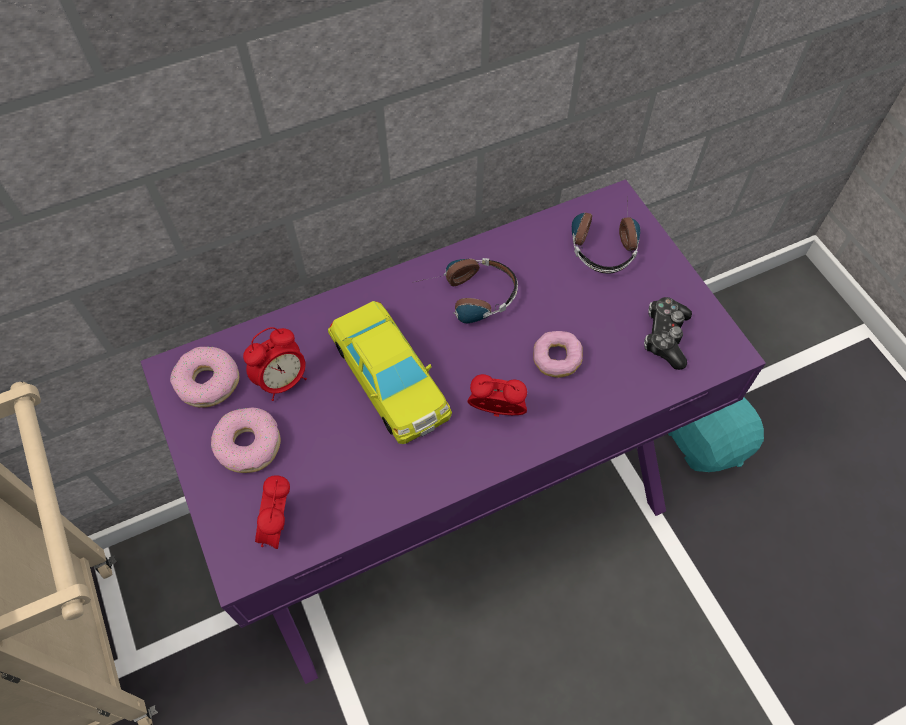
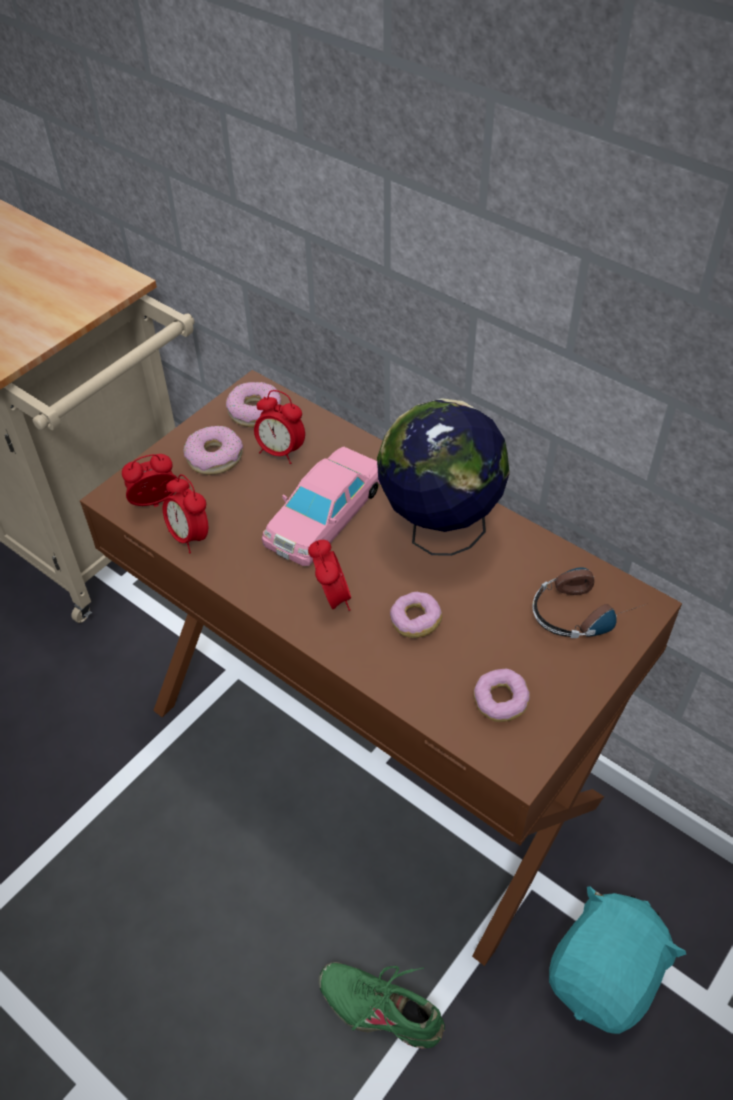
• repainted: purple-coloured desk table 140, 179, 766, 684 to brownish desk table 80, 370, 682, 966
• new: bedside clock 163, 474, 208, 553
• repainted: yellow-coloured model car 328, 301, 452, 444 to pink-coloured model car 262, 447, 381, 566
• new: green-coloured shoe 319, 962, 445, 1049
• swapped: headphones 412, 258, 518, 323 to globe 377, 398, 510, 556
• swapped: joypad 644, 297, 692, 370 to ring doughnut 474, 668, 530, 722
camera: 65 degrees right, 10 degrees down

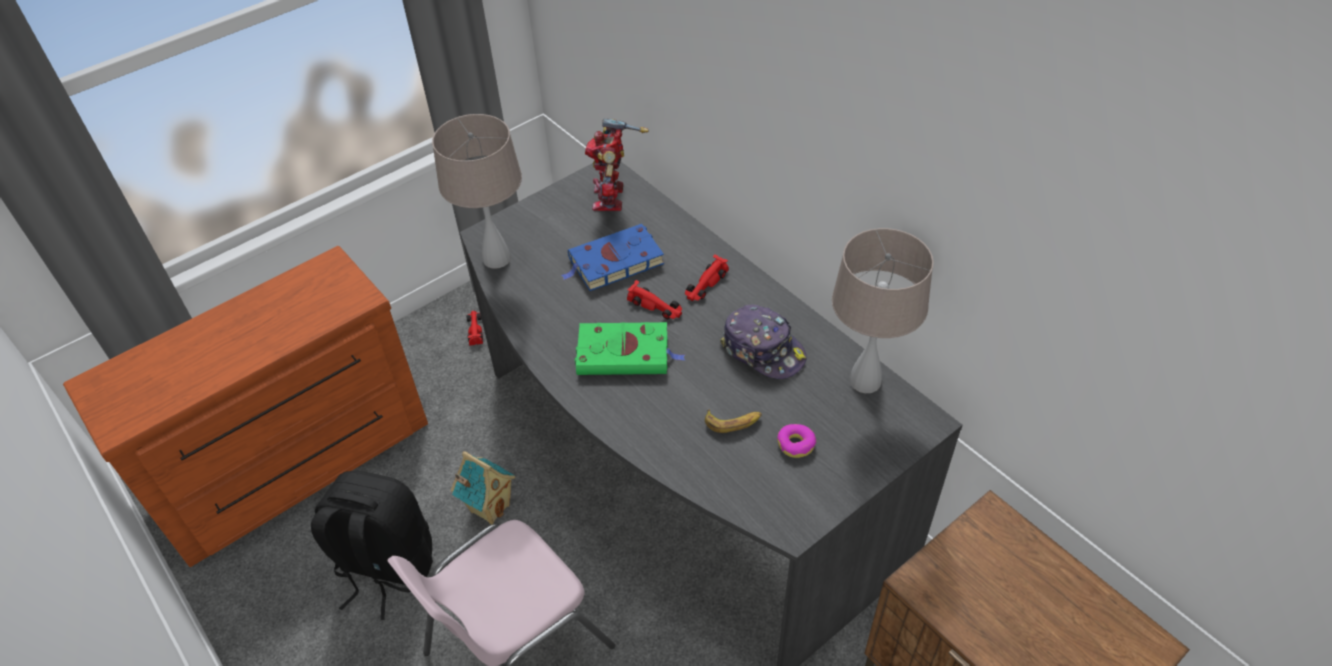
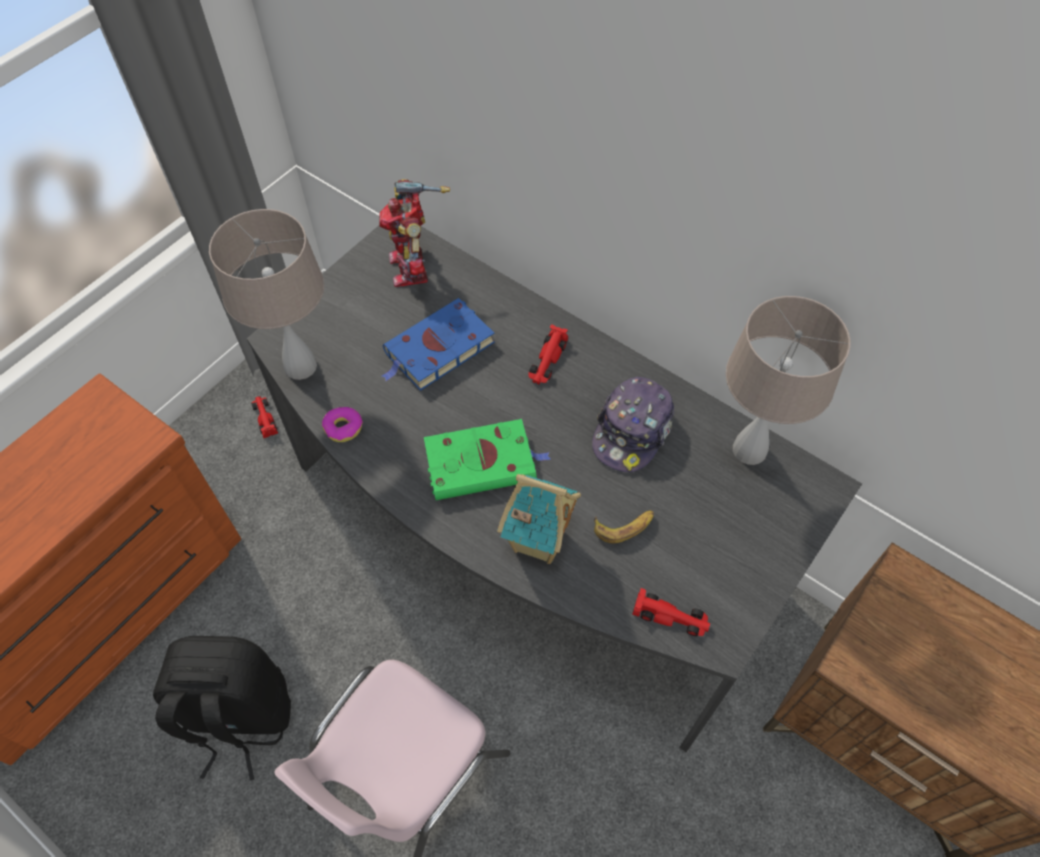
• shifted: ring doughnut 777, 424, 816, 458 to 322, 407, 363, 442
• shifted: toy house 451, 451, 515, 525 to 497, 474, 581, 564
• rotated: peaked cap 720, 304, 807, 379 = 592, 377, 674, 472 90 degrees clockwise
• shifted: red model car 627, 280, 682, 319 to 632, 588, 710, 636
camera: 15 degrees left, 10 degrees up

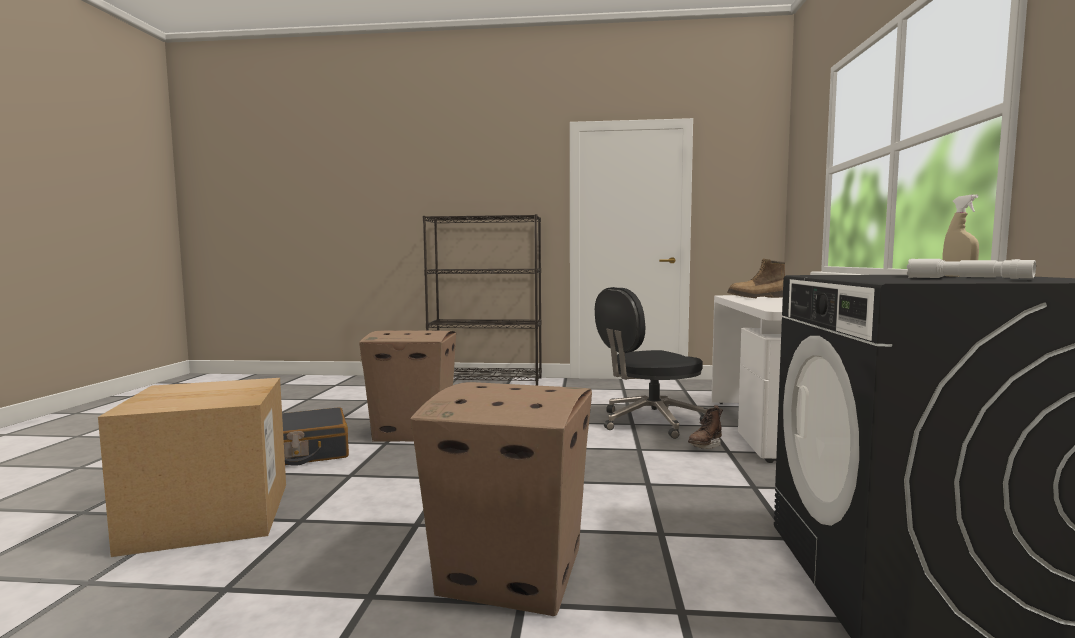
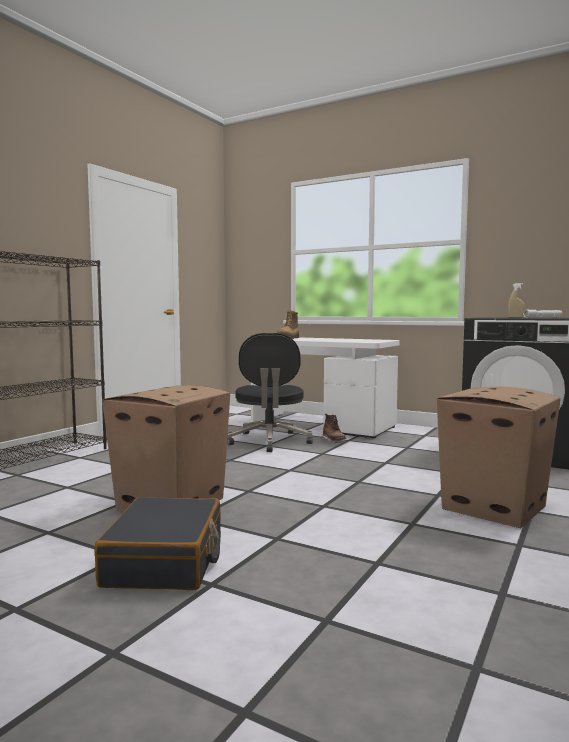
• gone: packing box 98, 378, 286, 557
camera: 65 degrees left, 0 degrees up

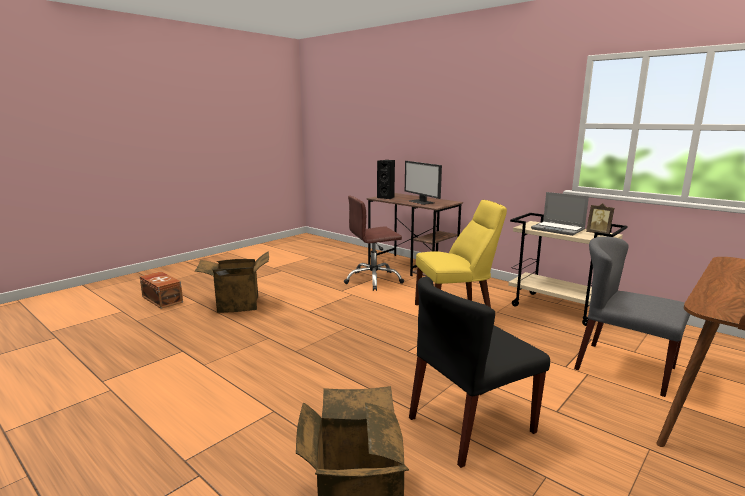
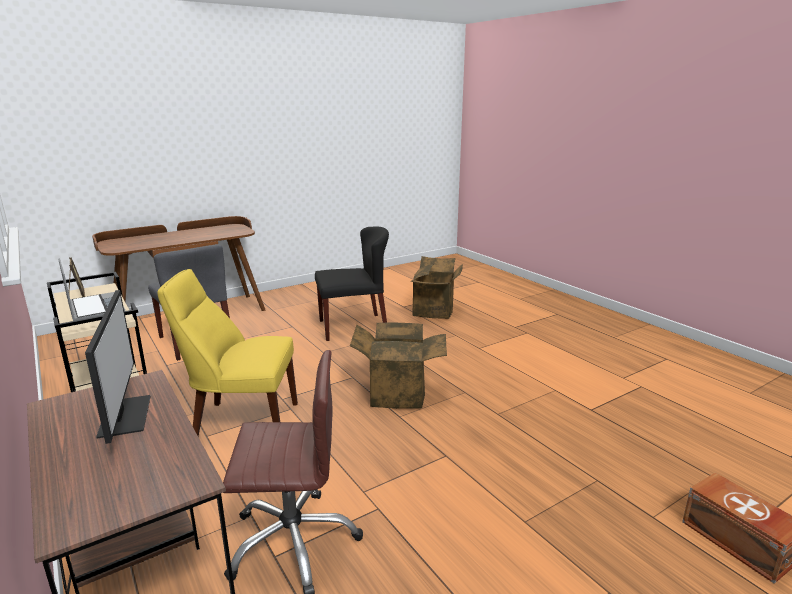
• shifted: packing box 194, 251, 269, 313 to 350, 323, 447, 409
• gone: black-coloured speaker 377, 160, 395, 199
camera: 165 degrees left, 5 degrees up

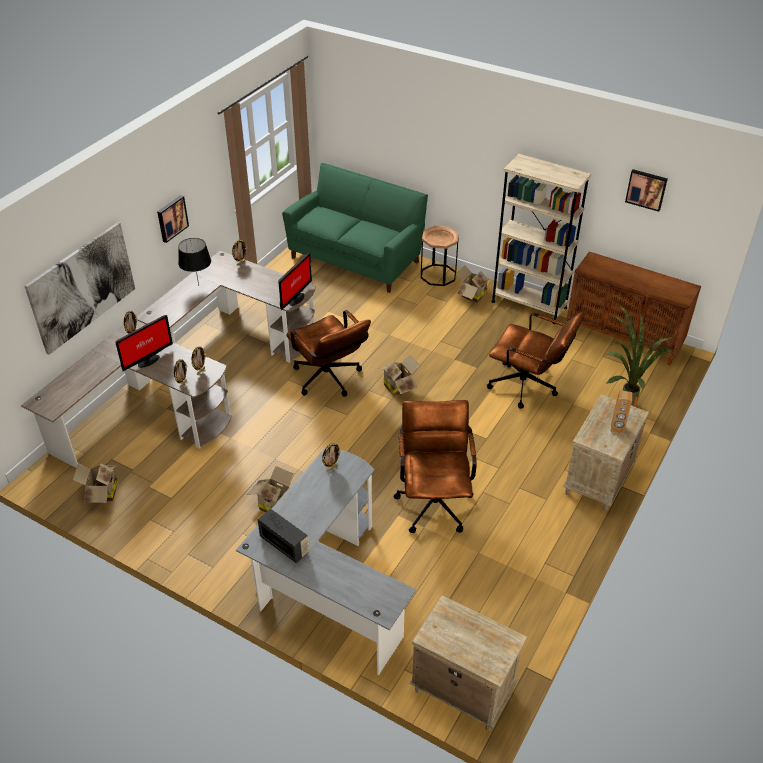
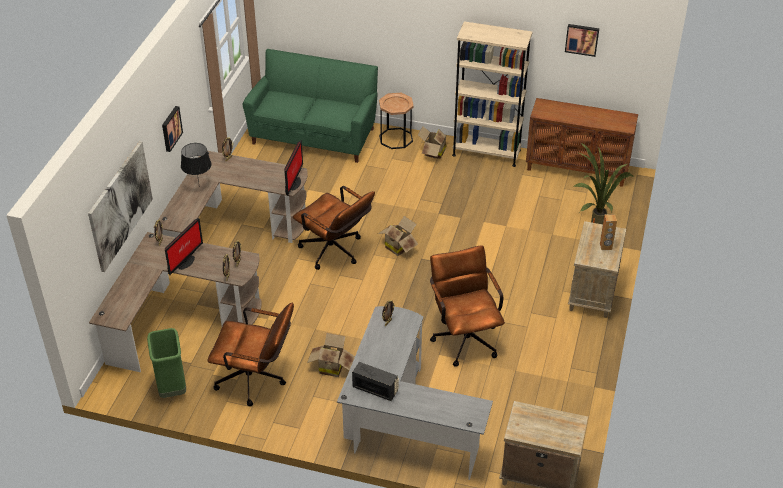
• swapped: packing box 73, 463, 118, 503 to green-coloured waste bin 147, 328, 186, 398
• shifted: brownish desk chair 487, 312, 584, 409 to 208, 303, 294, 406
camera: 15 degrees left, 0 degrees up

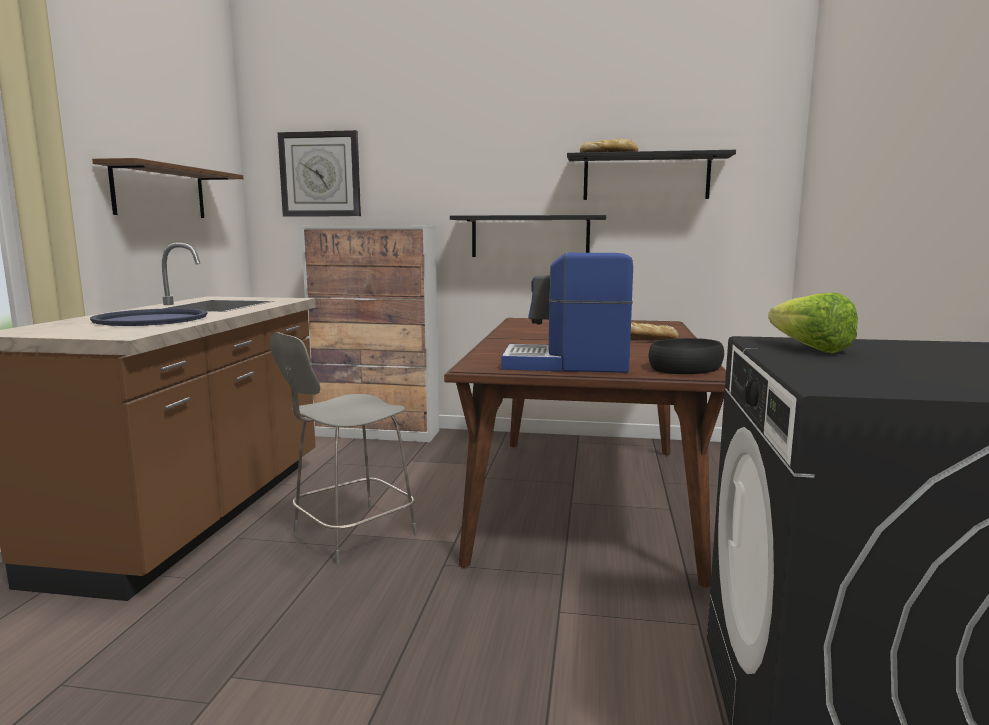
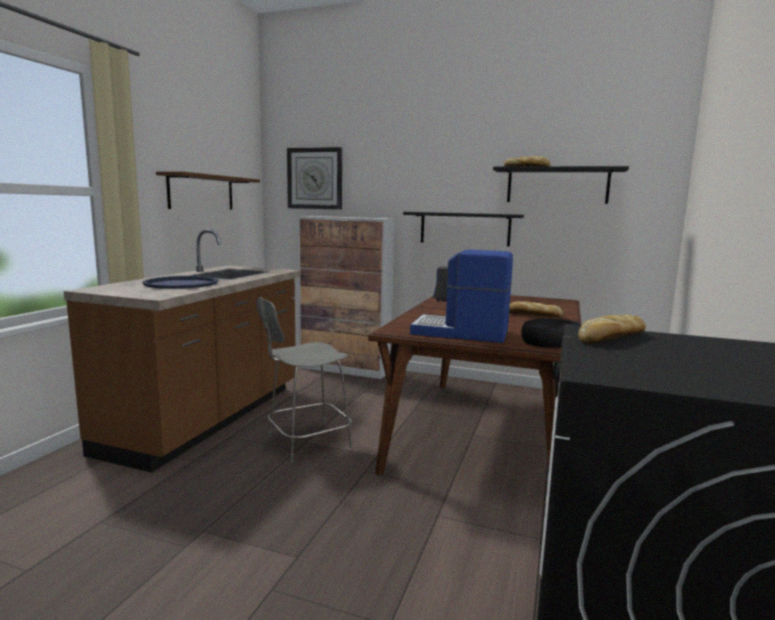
• swapped: head of lettuce 768, 293, 858, 353 to bread 578, 315, 646, 344
camera: 10 degrees right, 0 degrees up

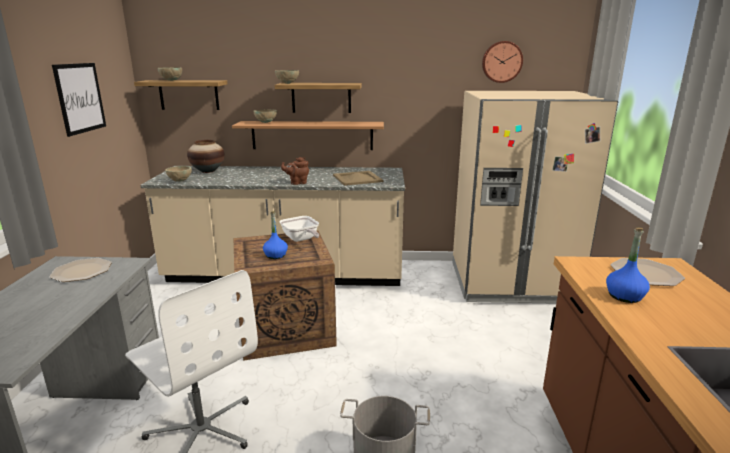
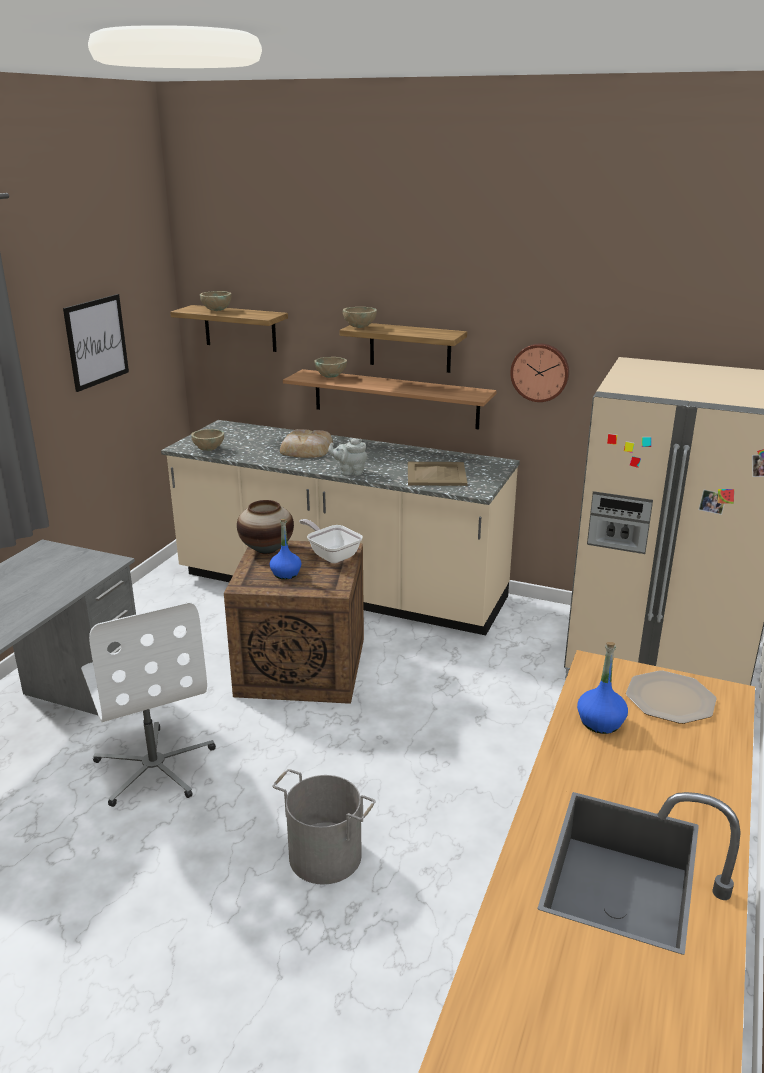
• shifted: flower vase 187, 140, 225, 173 to 237, 500, 294, 554
• new: bread 280, 429, 333, 458
• rotated: pan 279, 216, 319, 242 = 299, 519, 363, 563 150 degrees clockwise
• repainted: brownish tea pot 281, 157, 309, 185 to gray tea pot 328, 438, 367, 476
• shifted: wall clock 482, 41, 523, 83 to 510, 343, 569, 402
• gone: plate 49, 258, 112, 282
camera: 20 degrees right, 5 degrees up

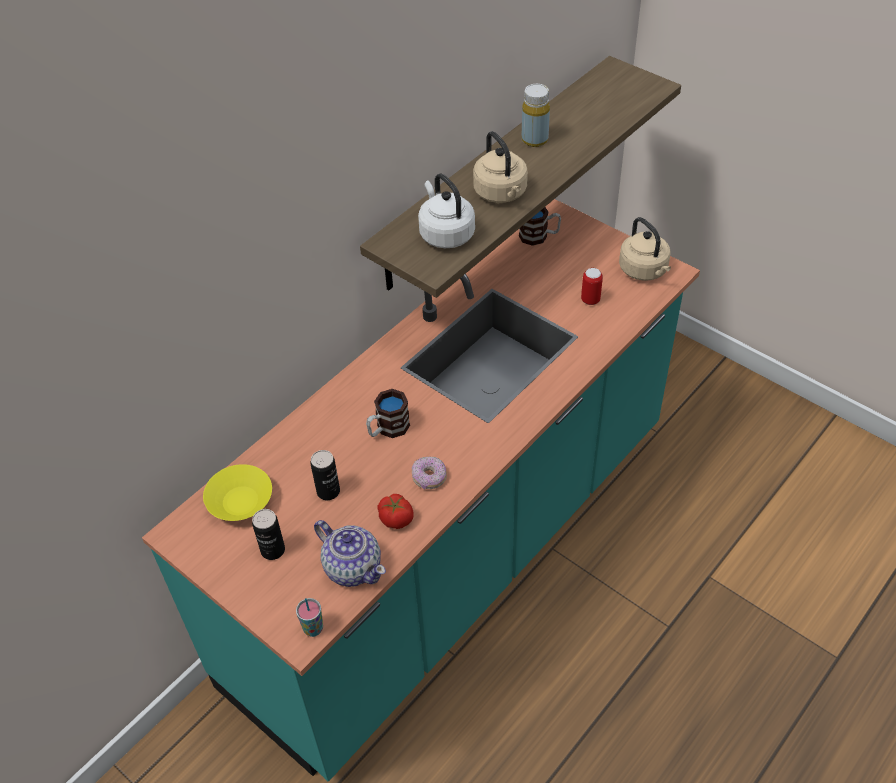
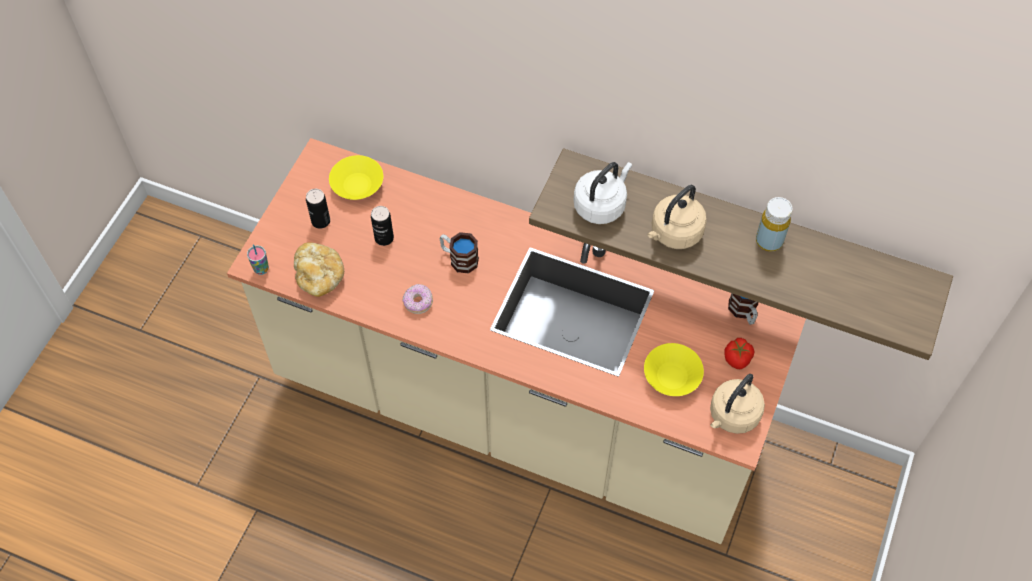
• repainted: turquoise-coloured counter 142, 199, 700, 782 to beige-coloured counter 227, 138, 806, 544
• swapped: tea pot 314, 520, 386, 587 to bread 294, 242, 344, 297
• swapped: metal can 581, 268, 603, 305 to yellow-coloured serving bowl 644, 343, 704, 396
• shifted: whole tomato 377, 494, 414, 529 to 724, 338, 754, 369
camera: 70 degrees right, 10 degrees up

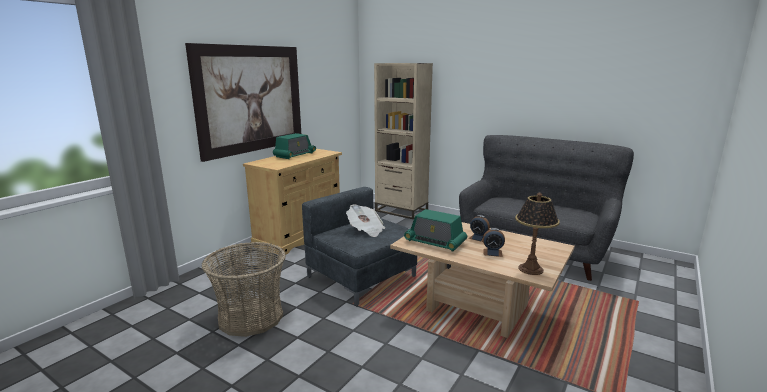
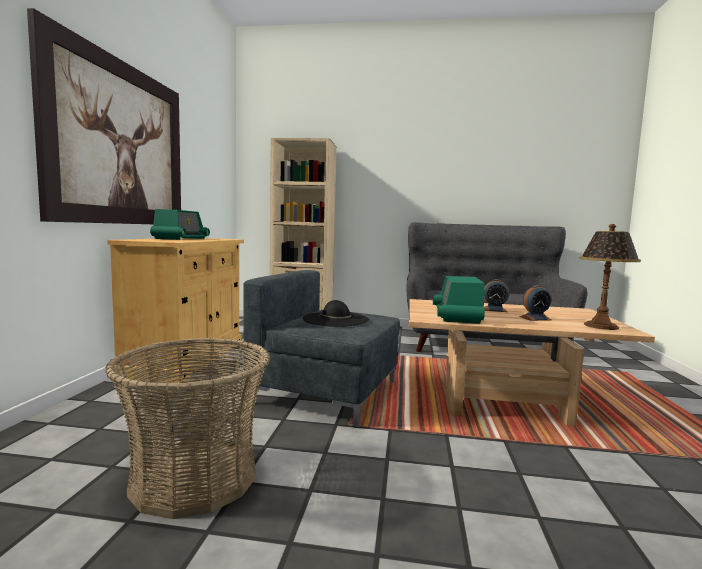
• swapped: daily paper 346, 204, 386, 237 to black-coloured hat 303, 300, 369, 327
• rotated: radio 404, 209, 467, 252 = 433, 276, 485, 324 90 degrees clockwise
camera: 25 degrees left, 10 degrees down

